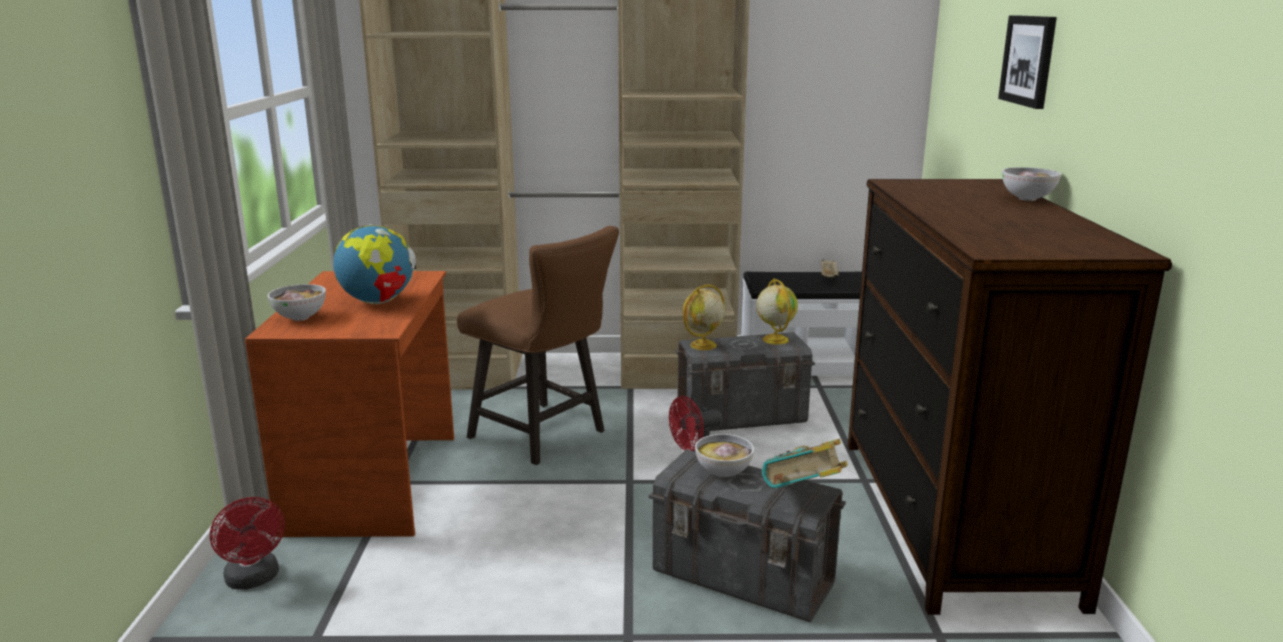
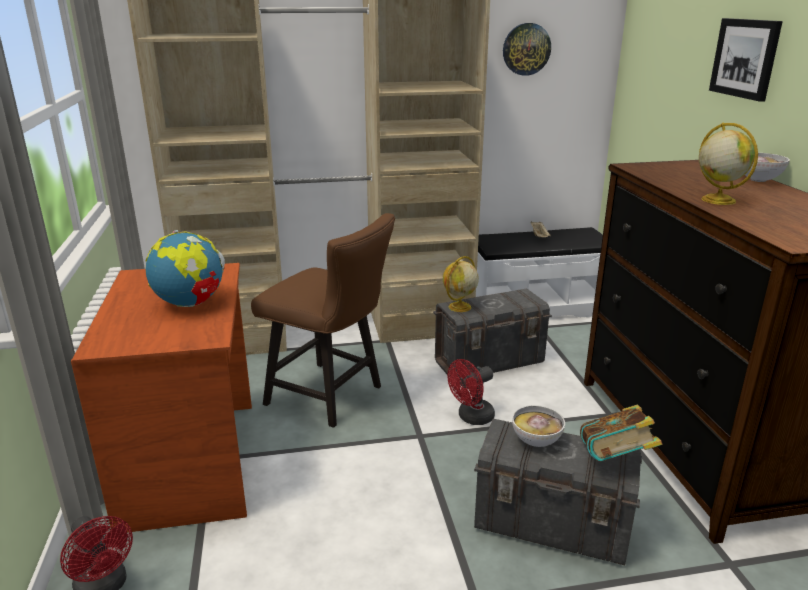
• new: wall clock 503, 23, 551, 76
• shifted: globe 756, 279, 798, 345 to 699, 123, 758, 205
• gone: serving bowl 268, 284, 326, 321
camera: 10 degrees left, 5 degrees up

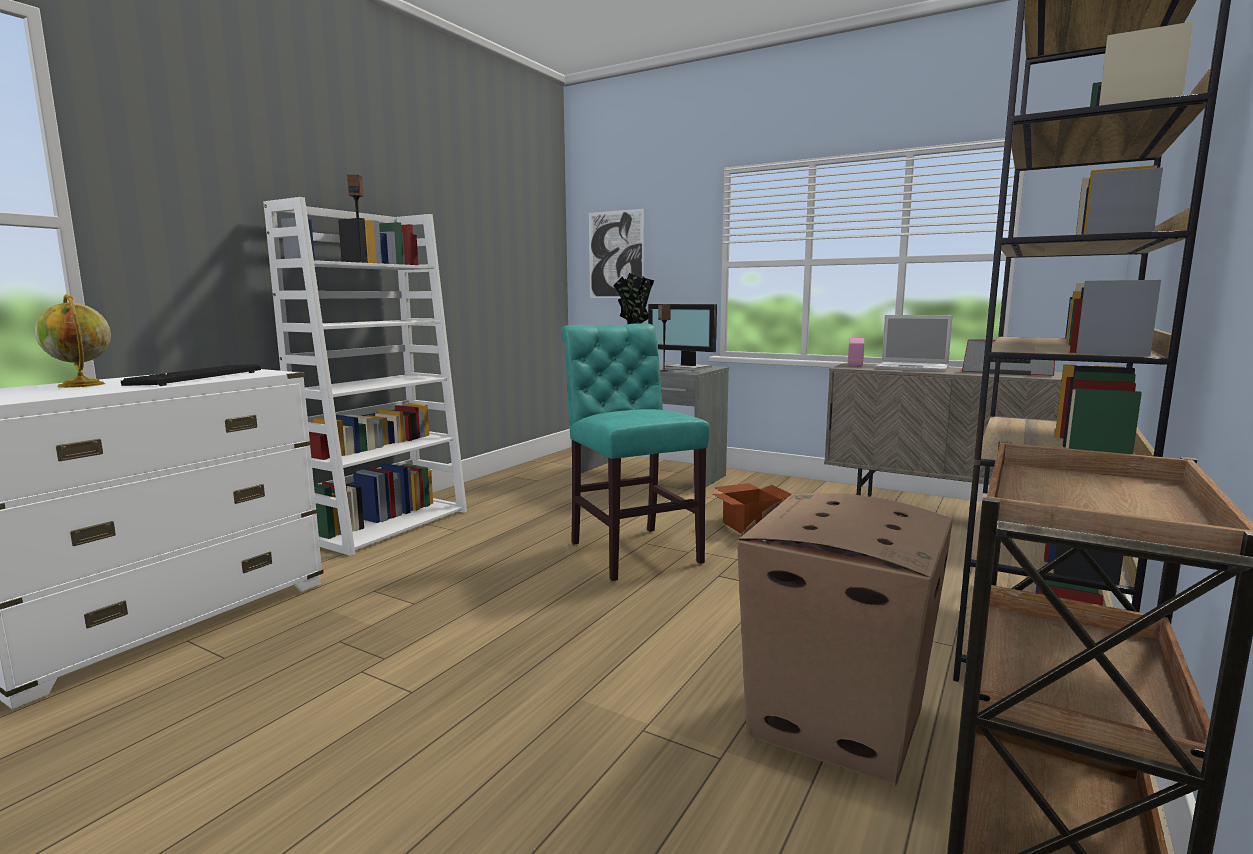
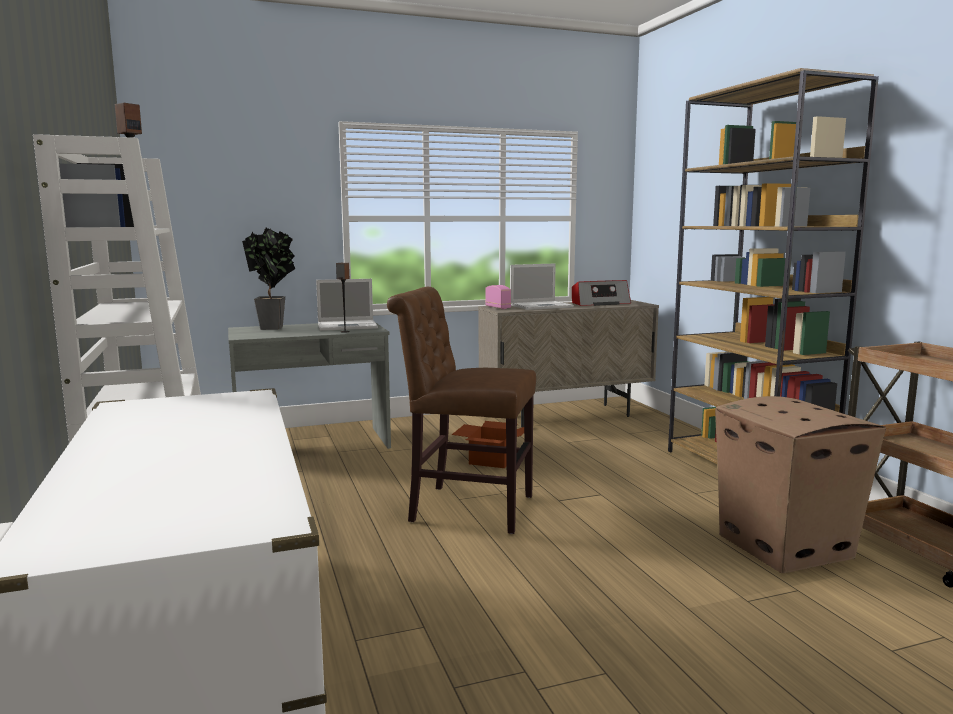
• swapped: computer screen 648, 304, 717, 371 to notebook computer 316, 279, 378, 331
• repainted: turquoise-coloured chair 561, 323, 710, 581 to brownish chair 387, 287, 536, 534
• gone: globe 34, 294, 111, 388
• gone: PC keyboard 121, 364, 261, 386
• gone: wall art 589, 209, 644, 298
camera: 50 degrees left, 0 degrees up

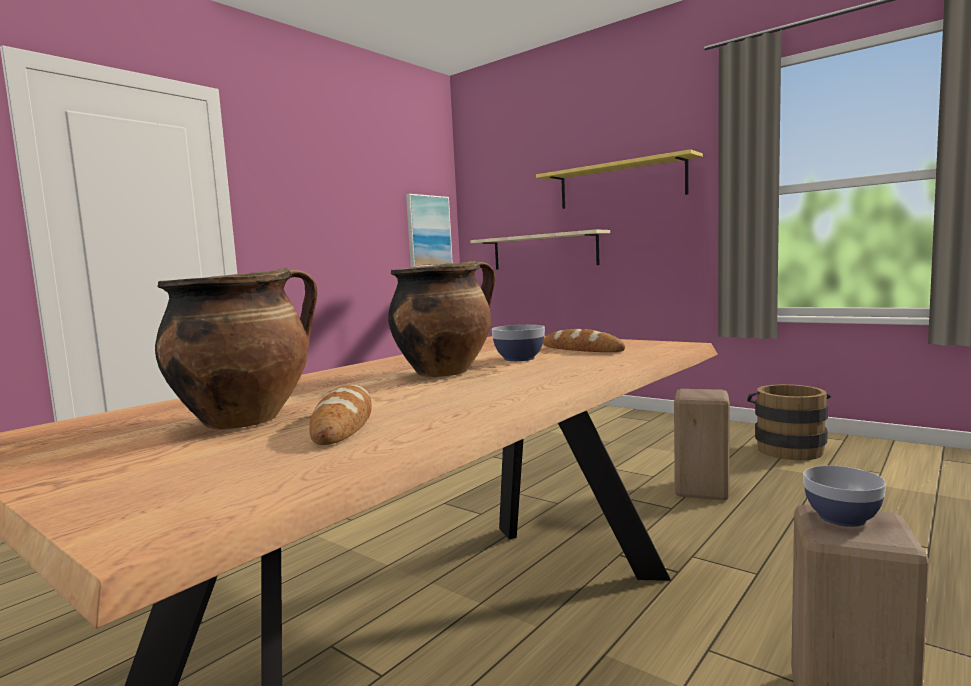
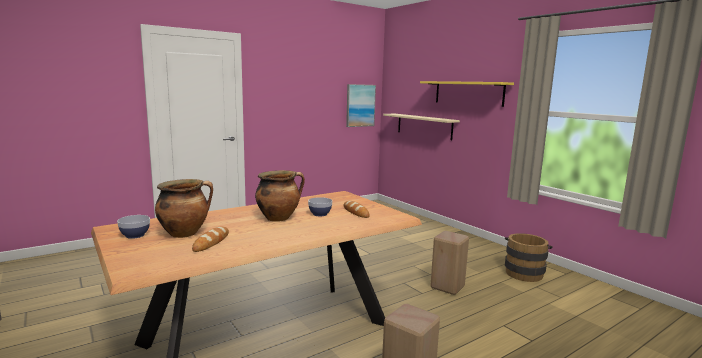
• shifted: serving bowl 803, 466, 886, 527 to 117, 215, 150, 239
camera: 15 degrees right, 5 degrees up

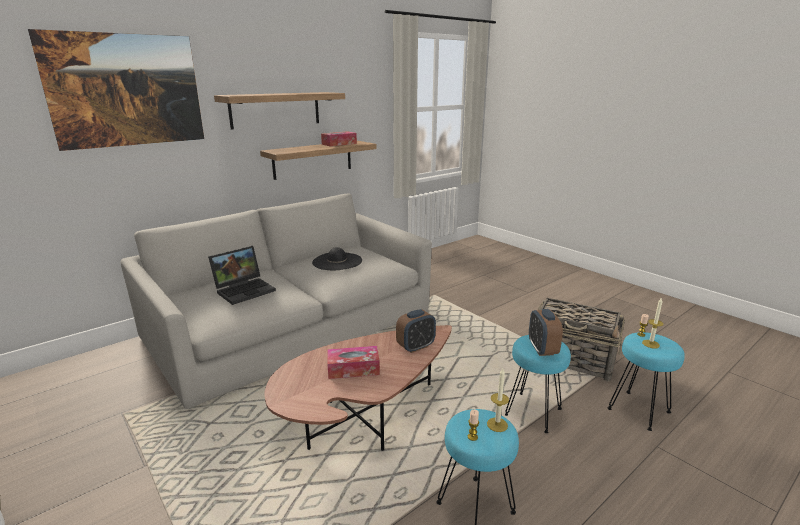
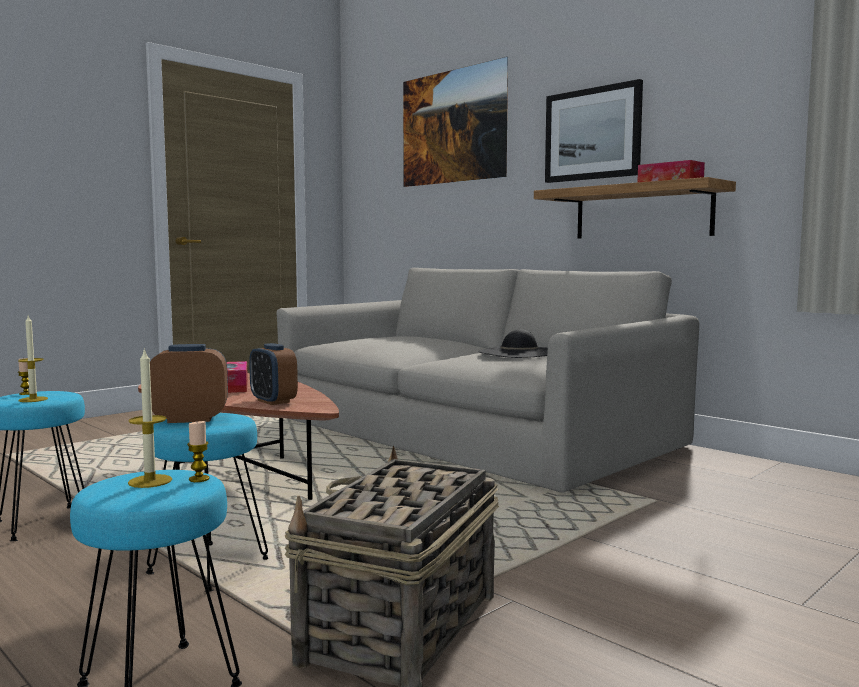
• swapped: shelf 214, 92, 345, 130 to wall art 545, 79, 643, 183
• gone: notebook computer 208, 246, 276, 305
camera: 85 degrees right, 15 degrees down

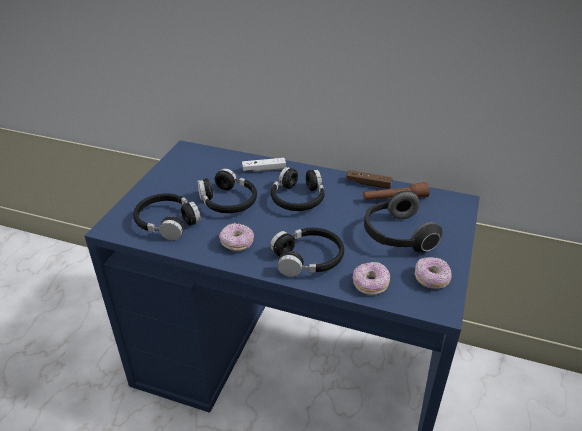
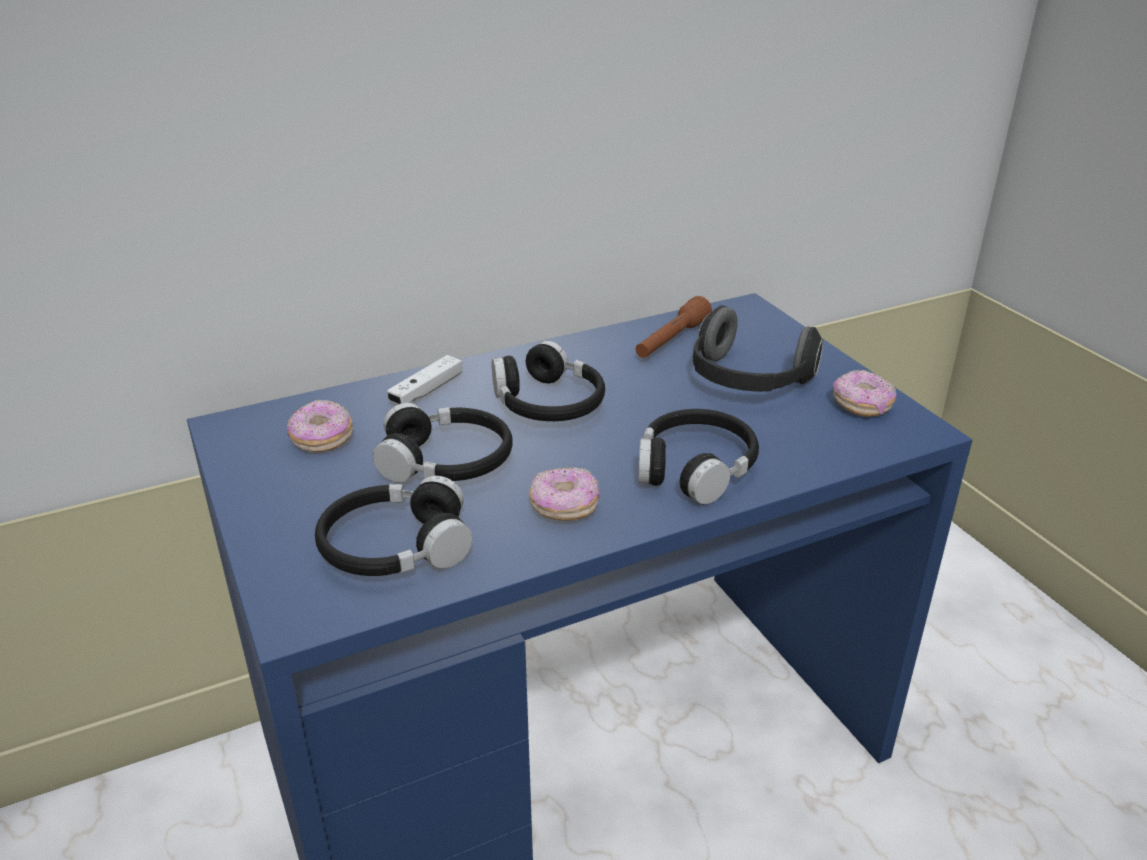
• shifted: ring doughnut 353, 262, 390, 295 to 287, 400, 353, 452
• gone: brownish joypad 346, 170, 393, 189
camera: 45 degrees left, 5 degrees down

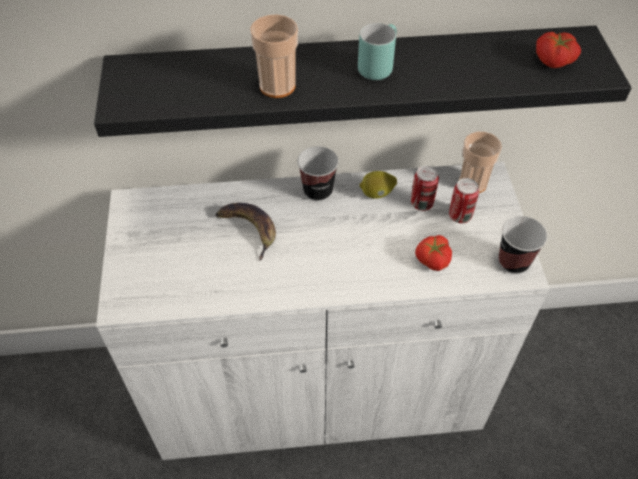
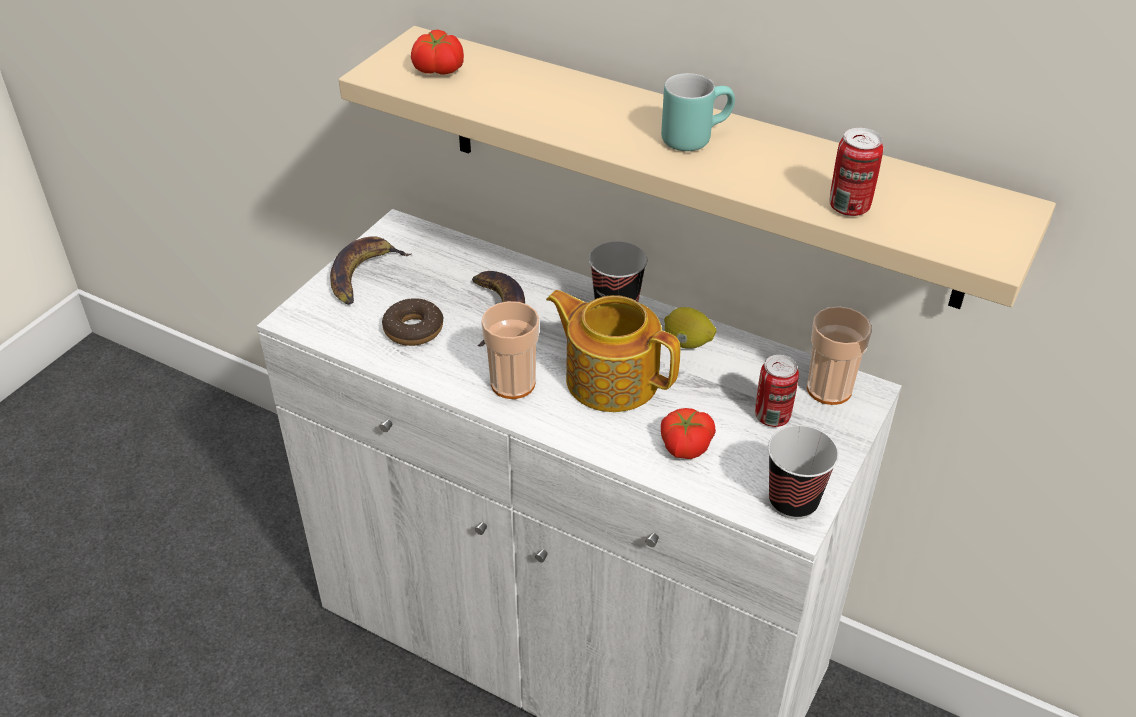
• new: banana fruit 330, 236, 412, 305
• repainted: black-coloured shelf 94, 26, 631, 137 to beige-coloured shelf 339, 26, 1056, 309
• new: ring doughnut 382, 298, 443, 346
• shifted: whole tomato 536, 32, 581, 68 to 411, 29, 464, 75
• shifted: small cup 250, 14, 298, 98 to 481, 301, 539, 399
• new: tea pot 546, 290, 680, 412
• shifted: metal can 411, 166, 439, 211 to 830, 128, 883, 216
camera: 35 degrees right, 10 degrees down

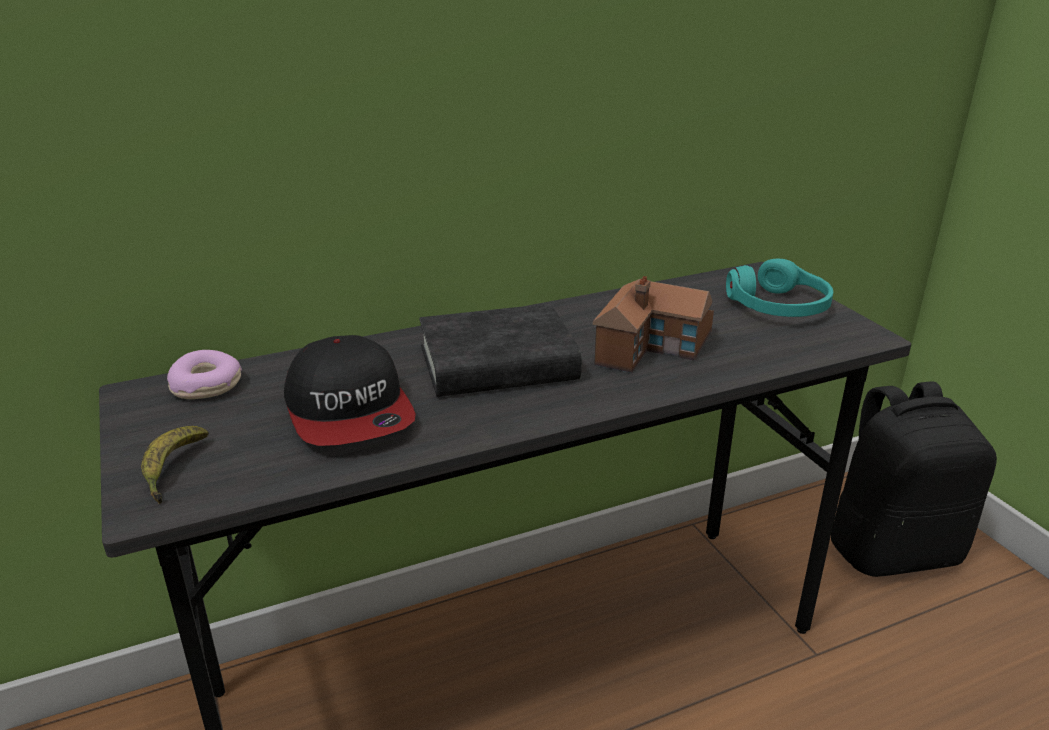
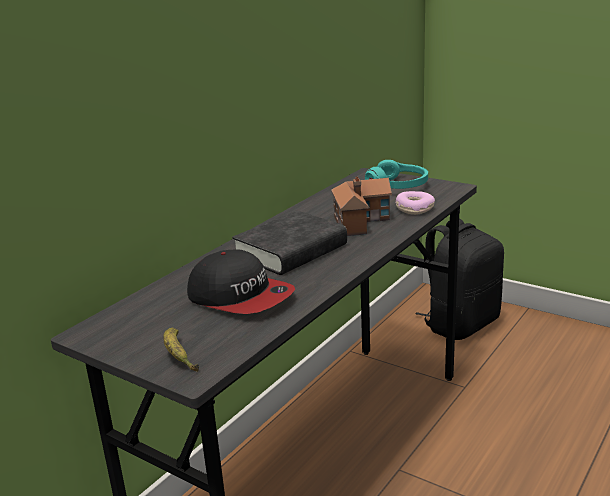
• shifted: ring doughnut 167, 350, 242, 399 to 396, 191, 435, 215
camera: 30 degrees left, 5 degrees down

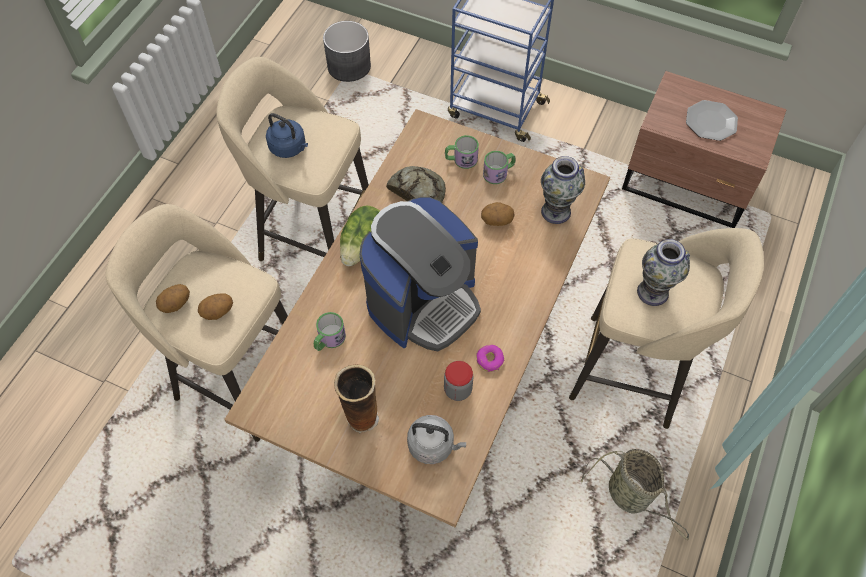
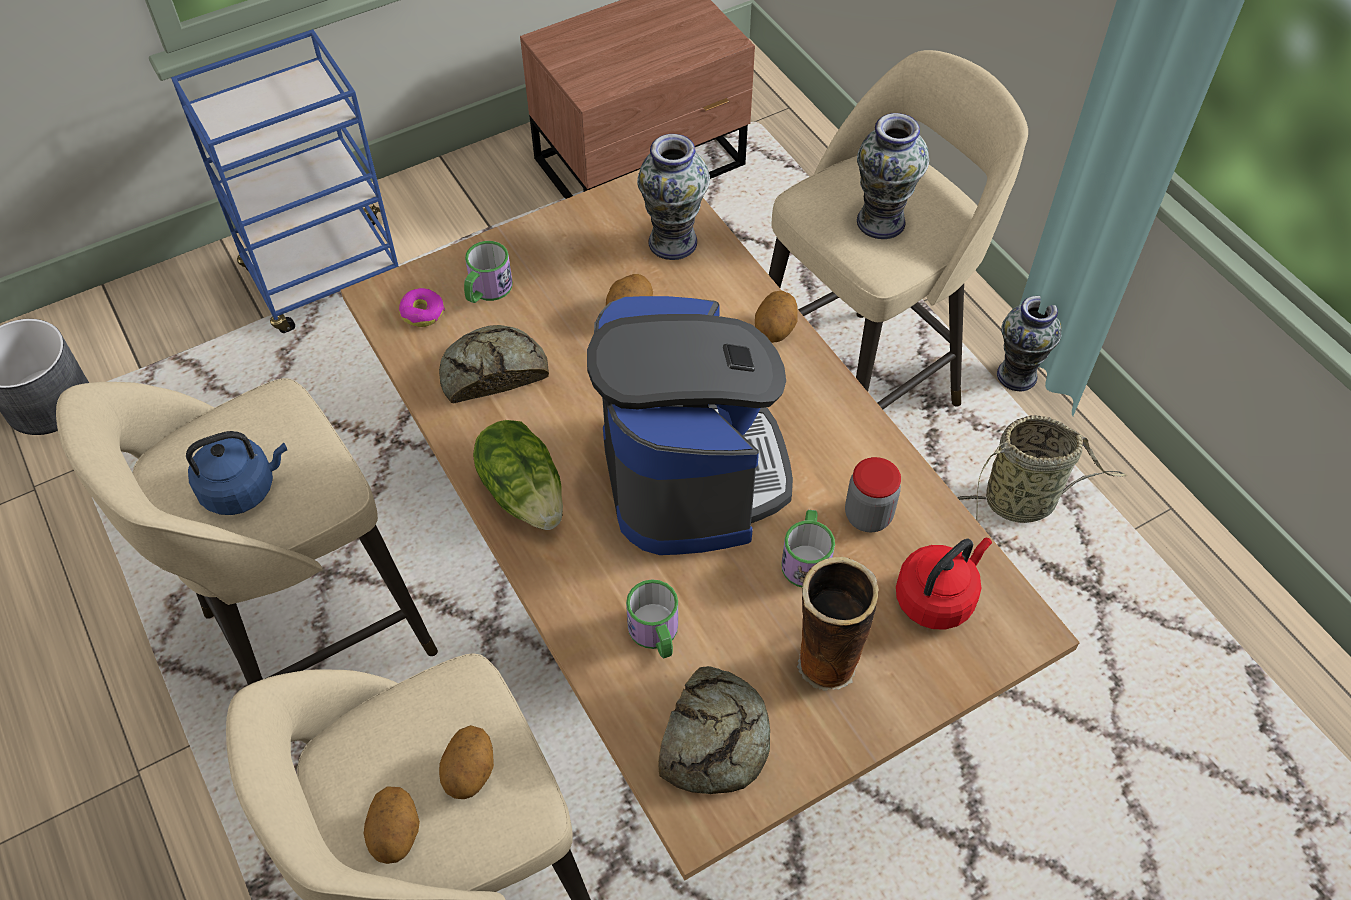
• shifted: ring doughnut 476, 345, 504, 372 to 399, 288, 445, 327
• new: bread 658, 666, 770, 794
• new: whole potato 755, 290, 798, 343
• shifted: coffee mug 483, 151, 516, 184 to 781, 510, 835, 587
• repainted: gray kettle 407, 415, 466, 464 to red kettle 896, 538, 992, 629
• new: flower vase 997, 296, 1061, 391
• gone: plate 686, 100, 738, 141
camera: 55 degrees left, 5 degrees down

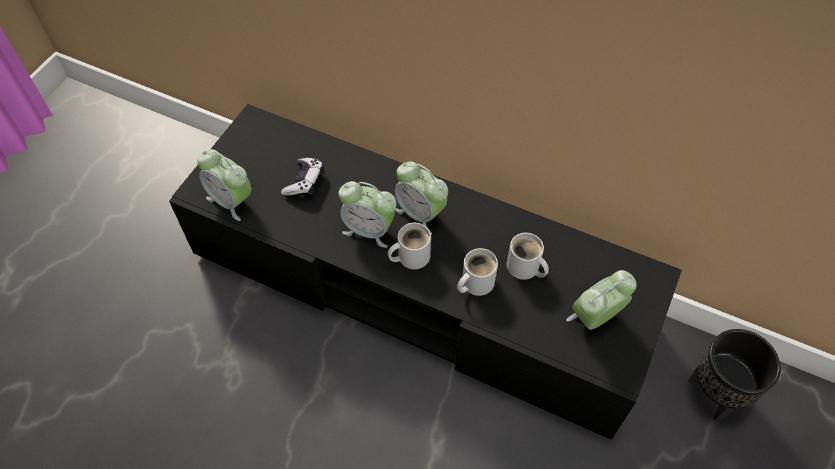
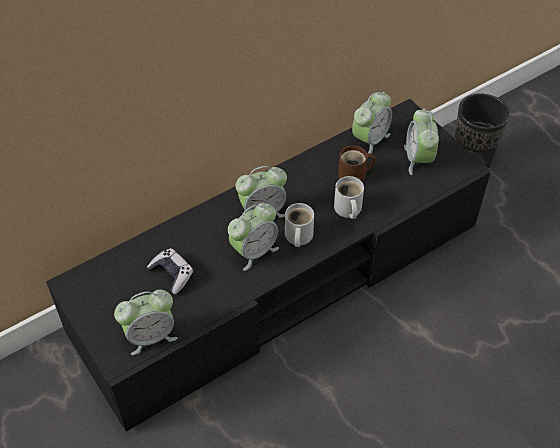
• repainted: white-coloured coffee mug 507, 233, 549, 280 to brownish coffee mug 338, 146, 376, 182
• new: bedside clock 352, 92, 392, 154
camera: 60 degrees left, 5 degrees down

